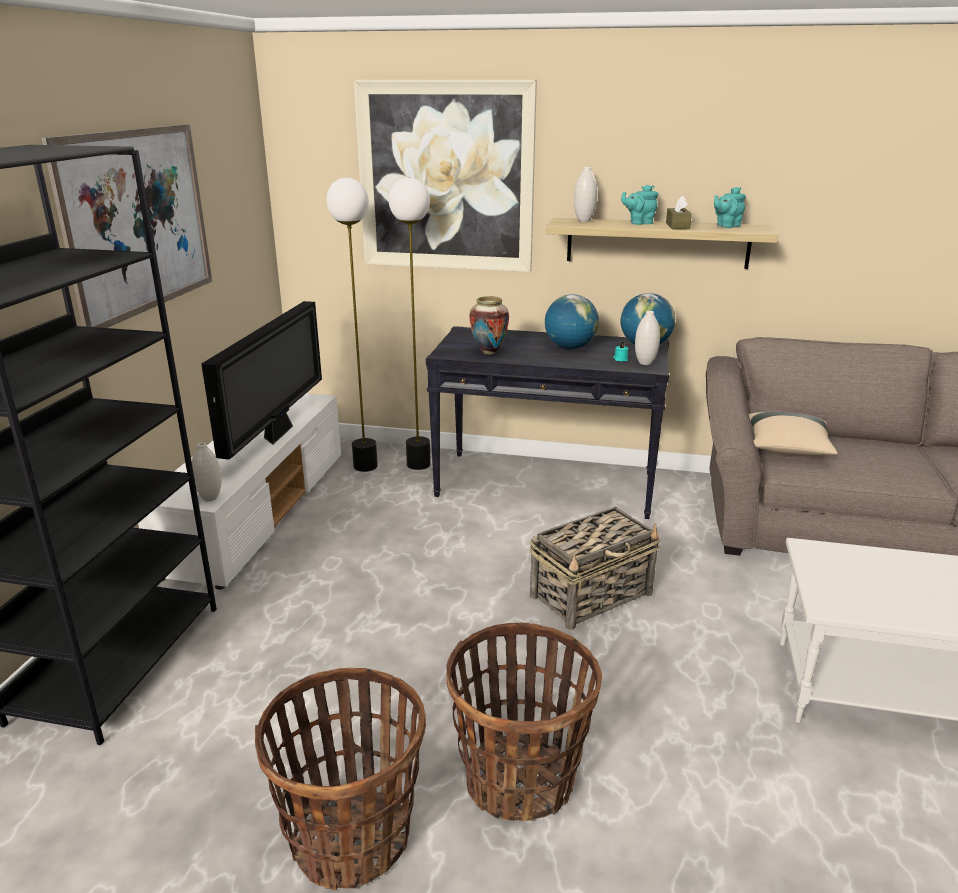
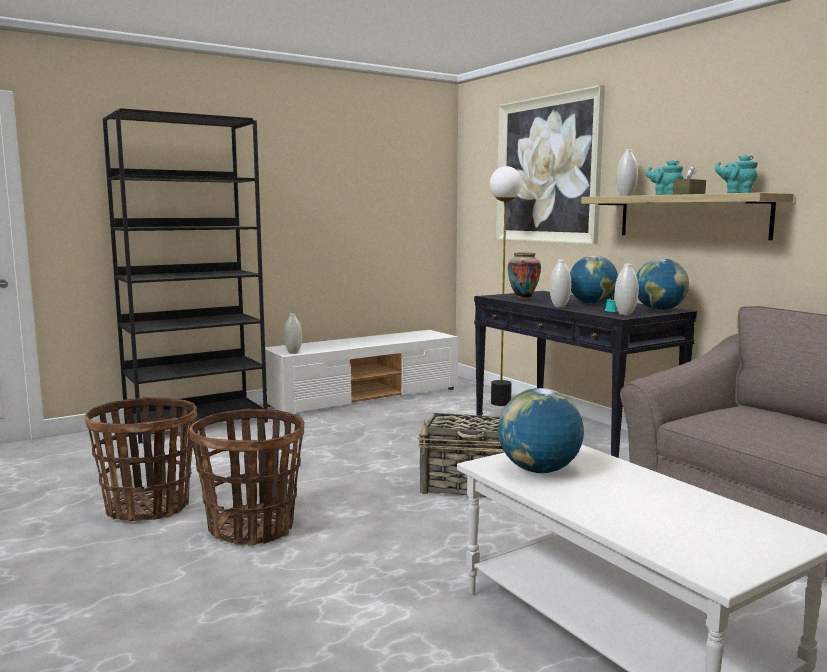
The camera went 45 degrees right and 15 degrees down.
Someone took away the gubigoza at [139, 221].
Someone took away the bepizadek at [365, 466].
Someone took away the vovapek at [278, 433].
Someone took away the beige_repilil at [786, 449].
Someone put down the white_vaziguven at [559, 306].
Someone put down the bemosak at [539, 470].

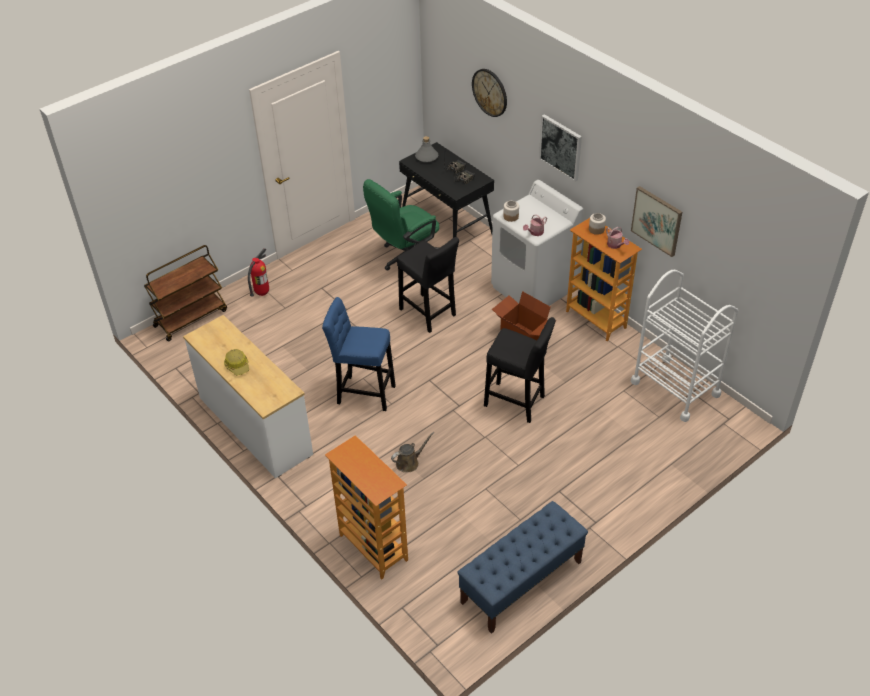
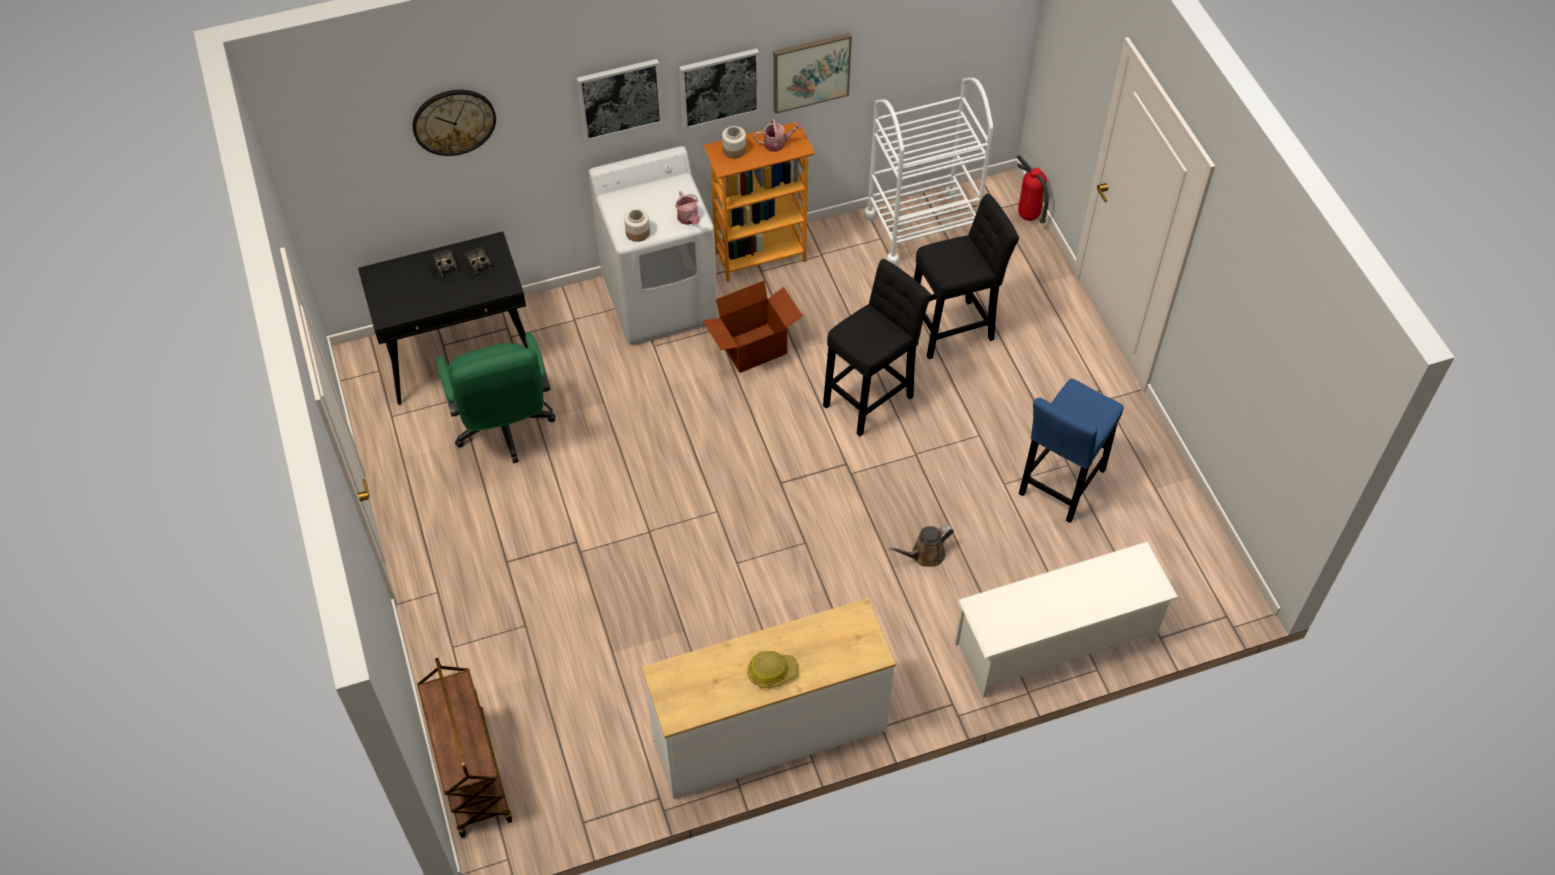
The camera went 70 degrees left and 10 degrees up.
Someone took away the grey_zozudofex at [426, 157].
Someone carried the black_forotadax from [429, 314] to [955, 329].
Someone carried the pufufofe from [262, 293] to [1027, 217].
Someone carried the blue_forotadax from [363, 393] to [1060, 486].
Someone rotated the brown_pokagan at [409, 462] by 105 degrees counterclockwise.
Someone swapped the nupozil at [372, 548] for the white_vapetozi at [1055, 642].
Someone took away the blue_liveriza at [521, 582].
Someone put up the gubigoza at [719, 87].

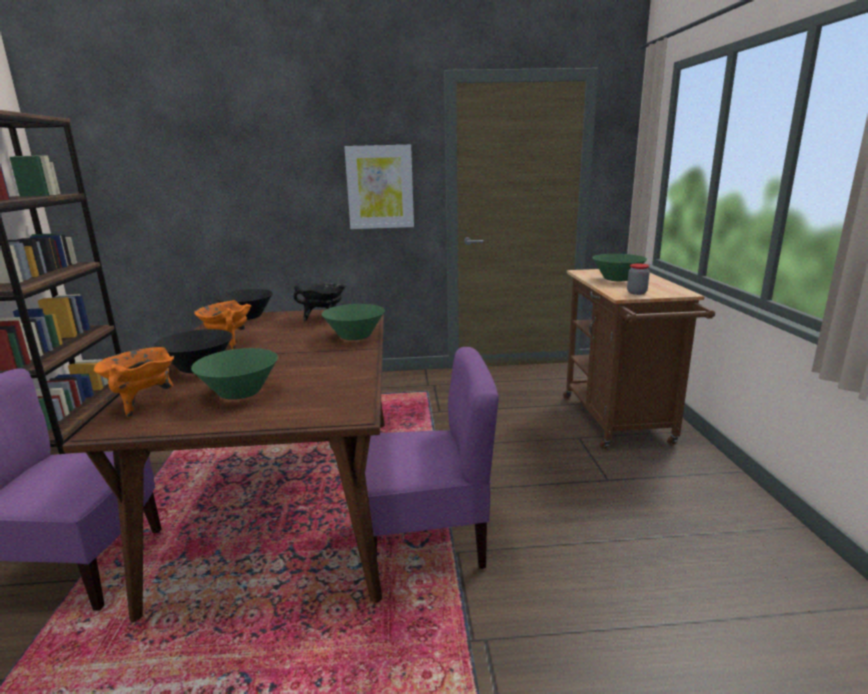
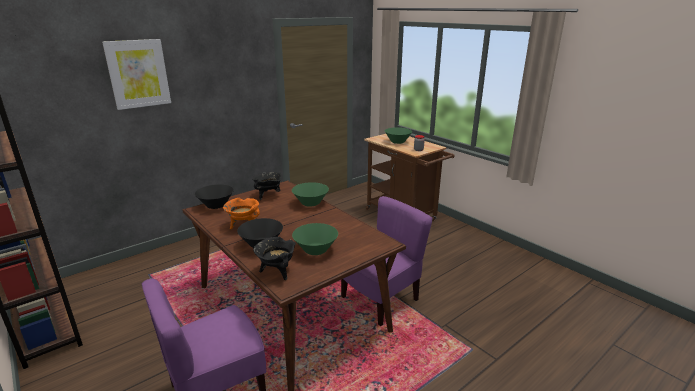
The camera went 35 degrees left and 5 degrees up.
Someone carried the gubigoza from [380, 187] to [138, 74].
Someone repainted the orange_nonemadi at [143, 404], which became the black_nonemadi at [277, 271].

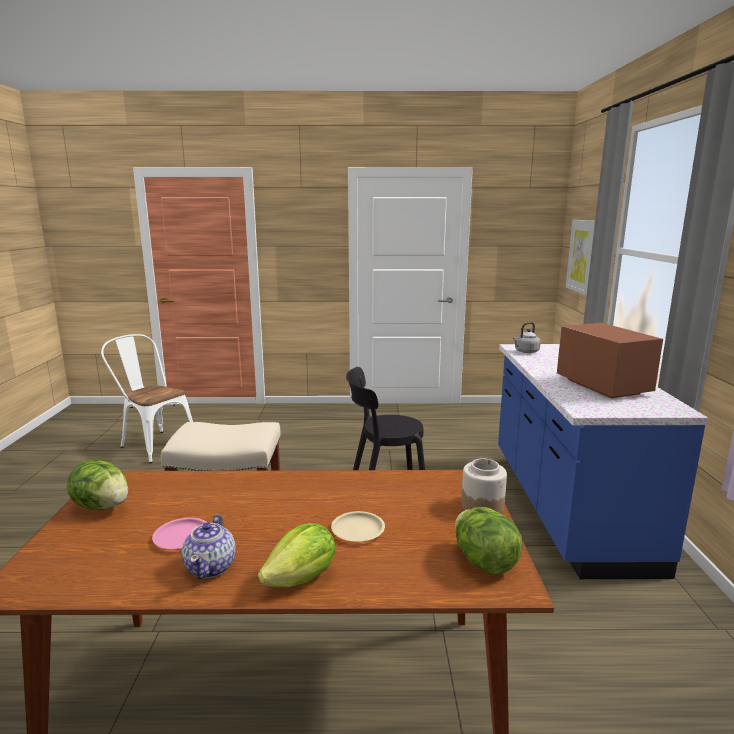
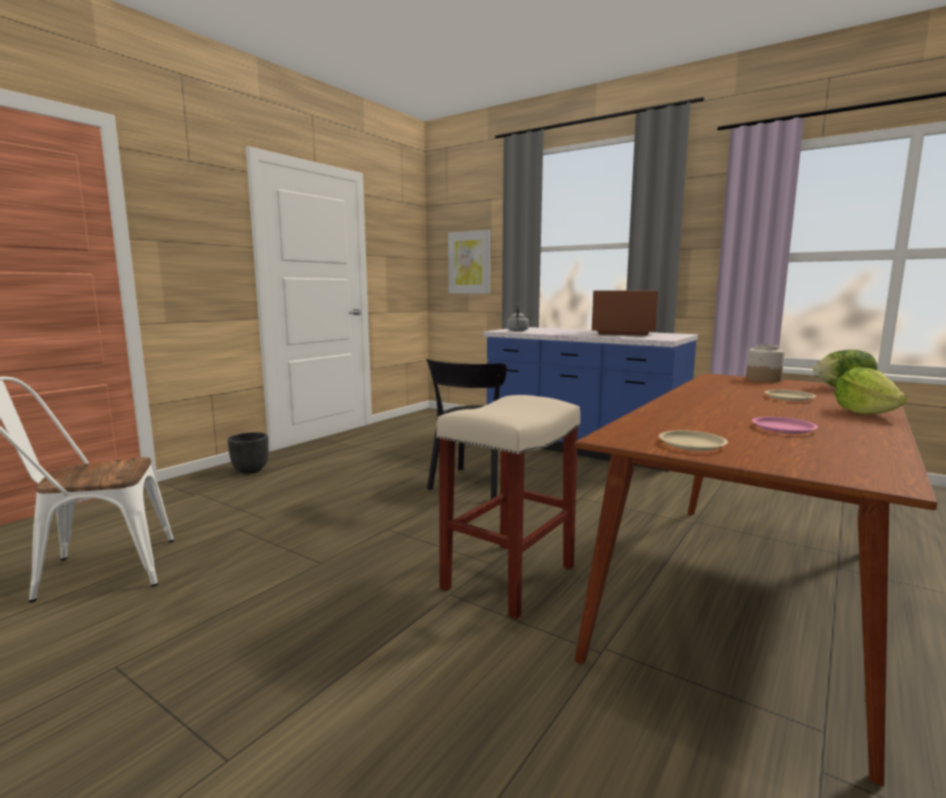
The camera went 55 degrees left and 5 degrees down.
Someone swapped the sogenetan at [102, 506] for the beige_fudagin at [691, 444].
Someone took away the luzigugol at [211, 567].
Someone put down the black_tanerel at [251, 470].

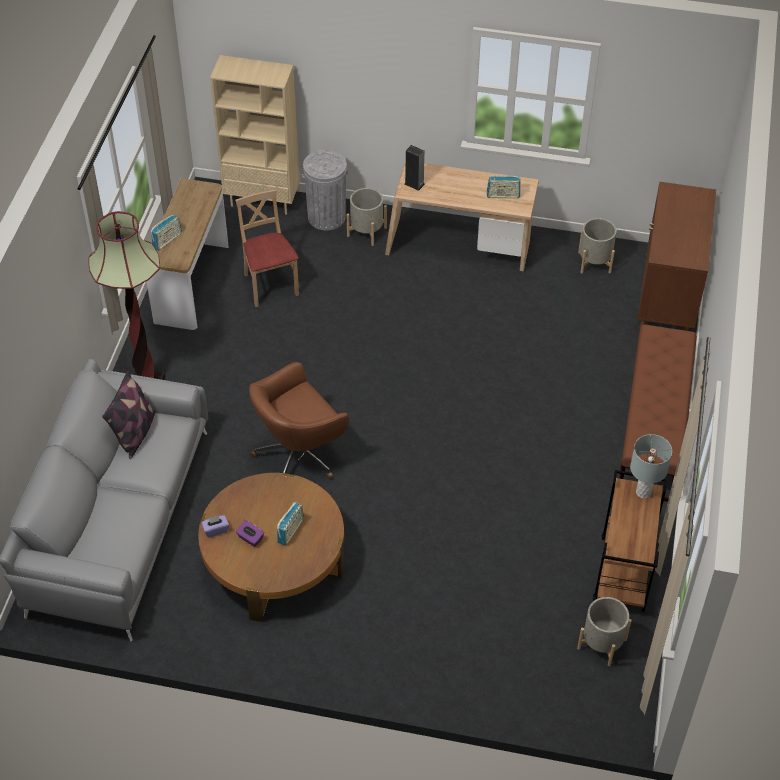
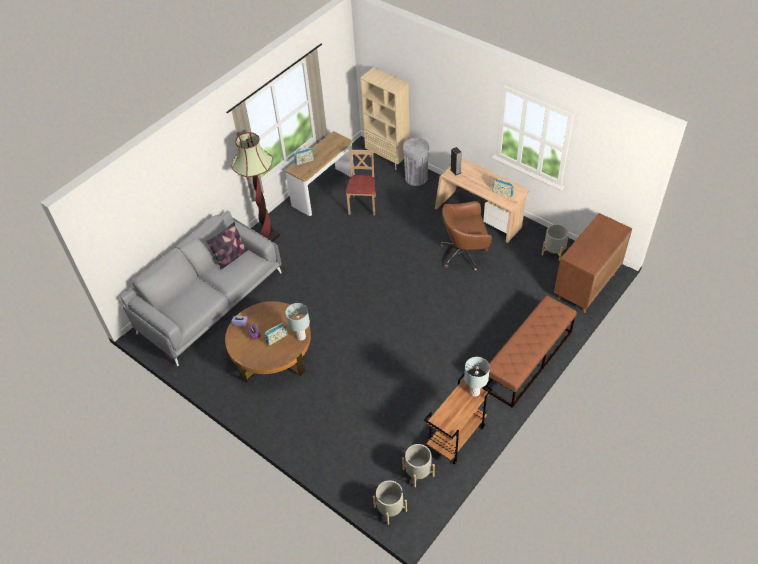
The camera went 30 degrees right and 0 degrees up.
Someone carried the grey_tanerel from [366, 232] to [390, 509].
Someone carried the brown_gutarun from [299, 455] to [464, 254].
Someone put down the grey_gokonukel at [301, 337].

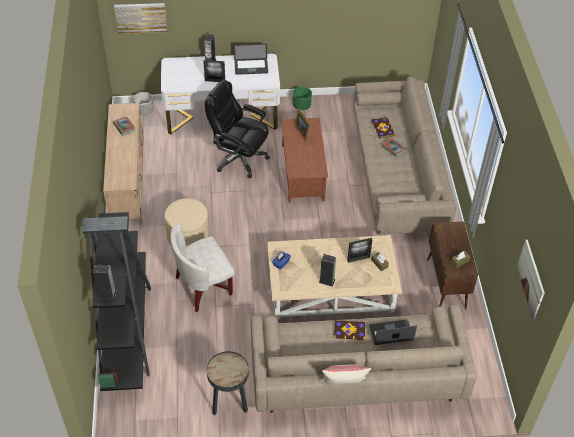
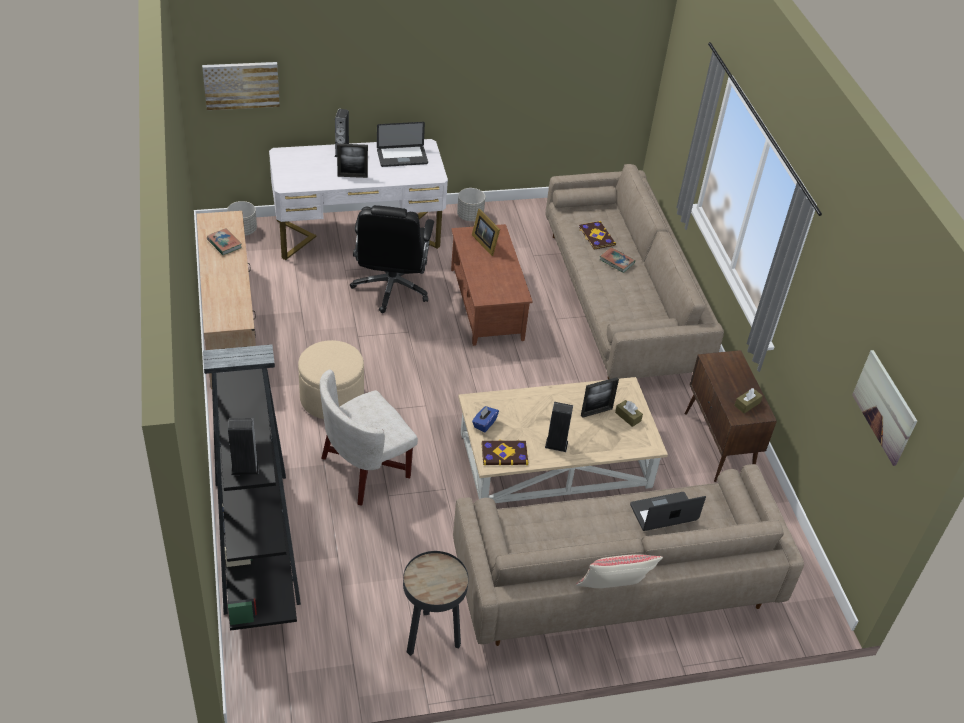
The camera went 10 degrees left and 5 degrees down.
Someone rotated the black_gutarun at [239, 158] by 105 degrees counterclockwise.
Someone repainted the green_tanerel at [302, 106], which became the grey_tanerel at [470, 216].
Someone carried the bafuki from [349, 330] to [504, 453].

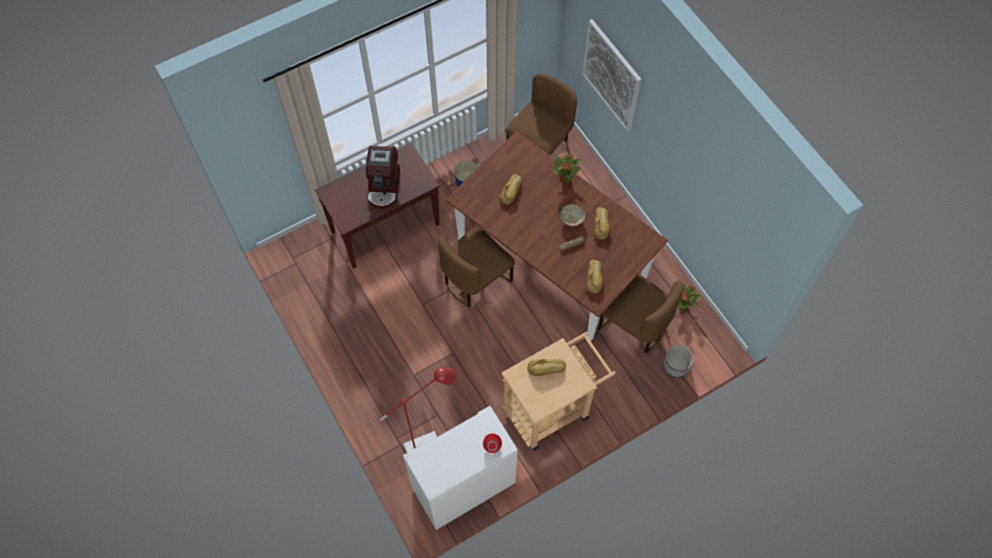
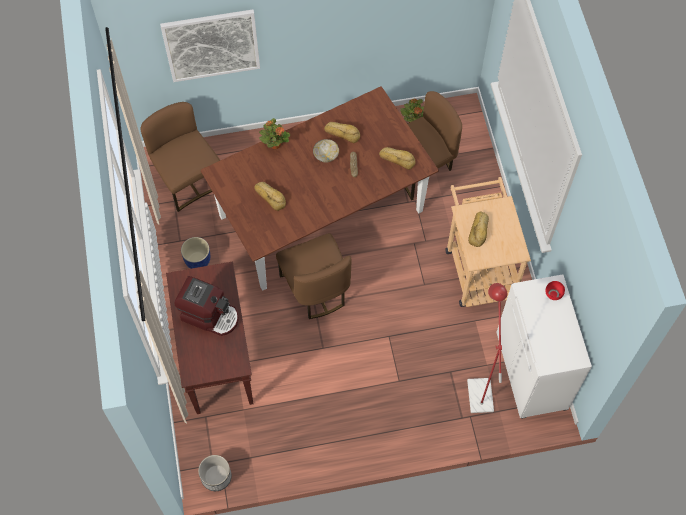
The camera went 70 degrees left and 0 degrees up.
Someone carried the tanerel from [676, 366] to [216, 476].

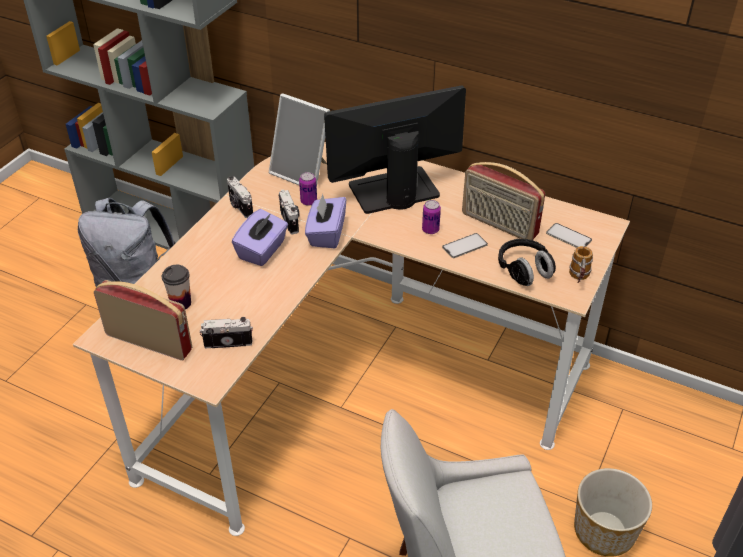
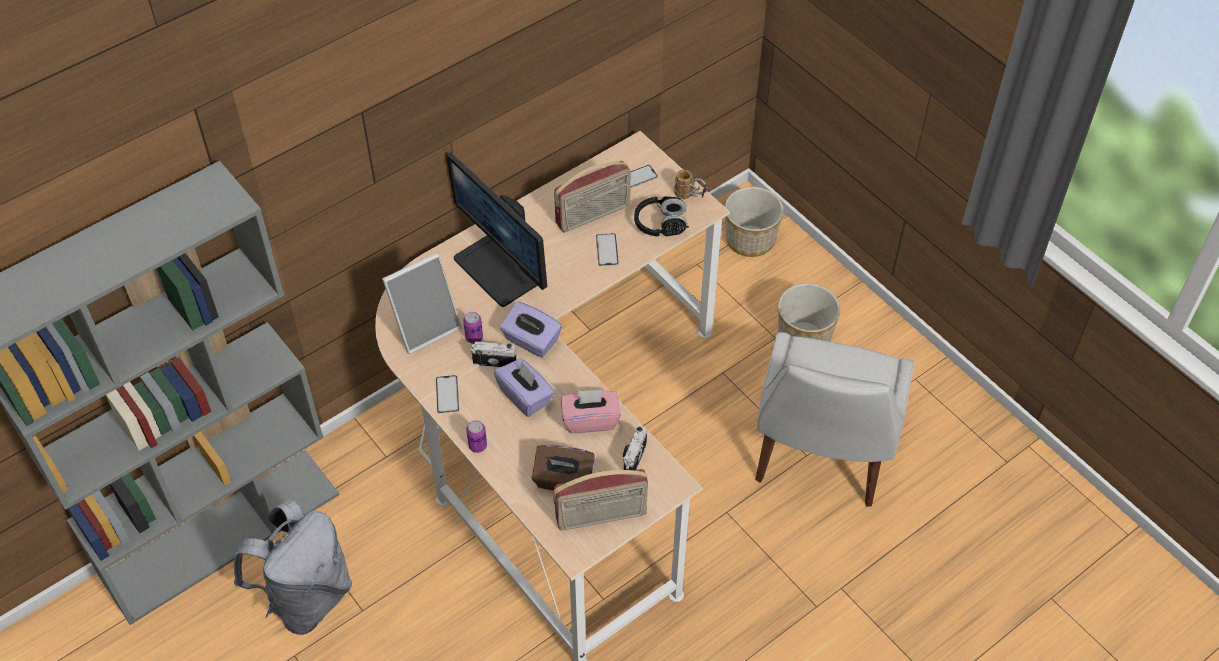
The camera went 65 degrees left and 10 degrees up.
Someone rotated the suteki at [394, 191] by 45 degrees counterclockwise.
Someone swapped the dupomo at [240, 206] for the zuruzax at [447, 394].
Someone carried the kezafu from [430, 230] to [477, 446].
Someone swapped the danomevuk at [181, 303] for the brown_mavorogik at [563, 480].
Someone rotated the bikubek at [149, 341] by 150 degrees counterclockwise.
Someone put down the tanerel at [751, 240].
Someone put down the pink_mavorogik at [590, 420].

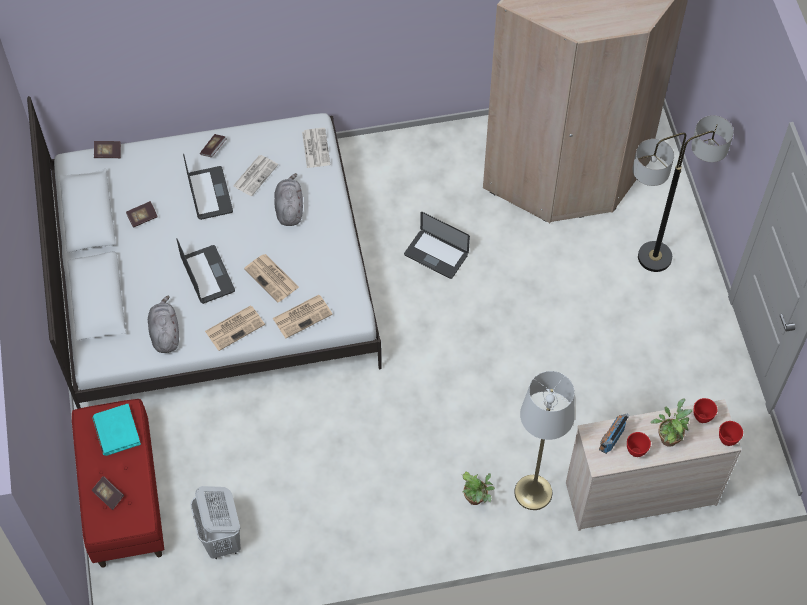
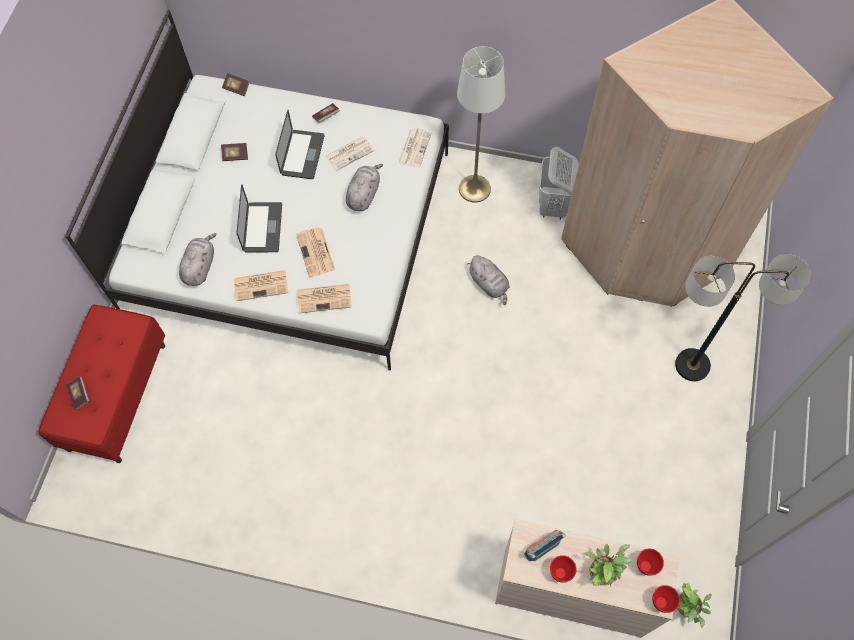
The camera went 25 degrees right and 5 degrees up.
Someone swapped the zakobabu at [436, 255] for the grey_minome at [489, 284].
Someone carried the white_bepizadek from [533, 492] to [474, 188].
Someone took away the turquoise_bafuki at [116, 431].
Someone carried the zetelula from [476, 499] to [686, 608].
Someone carried the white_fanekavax from [222, 540] to [553, 206].

